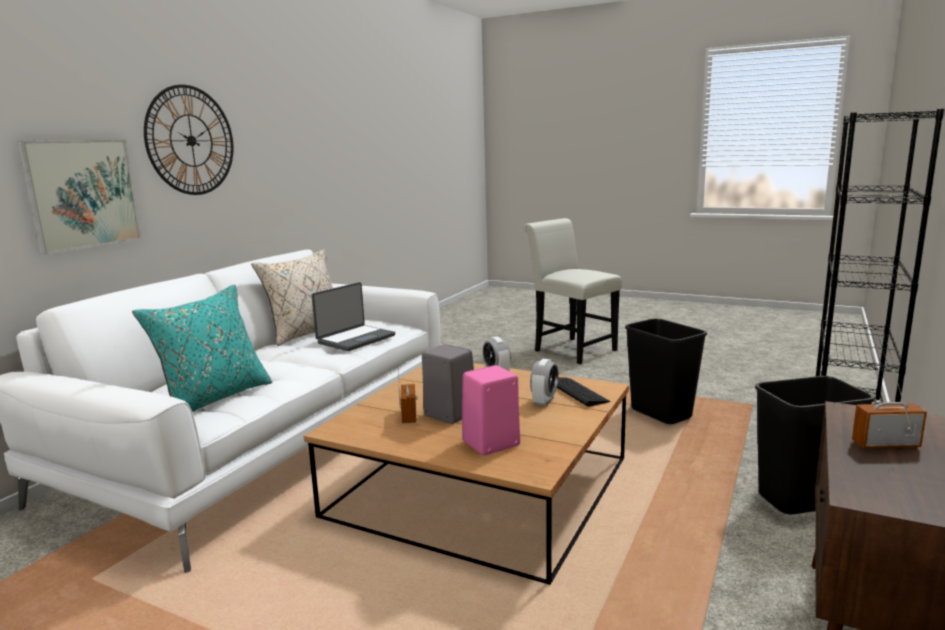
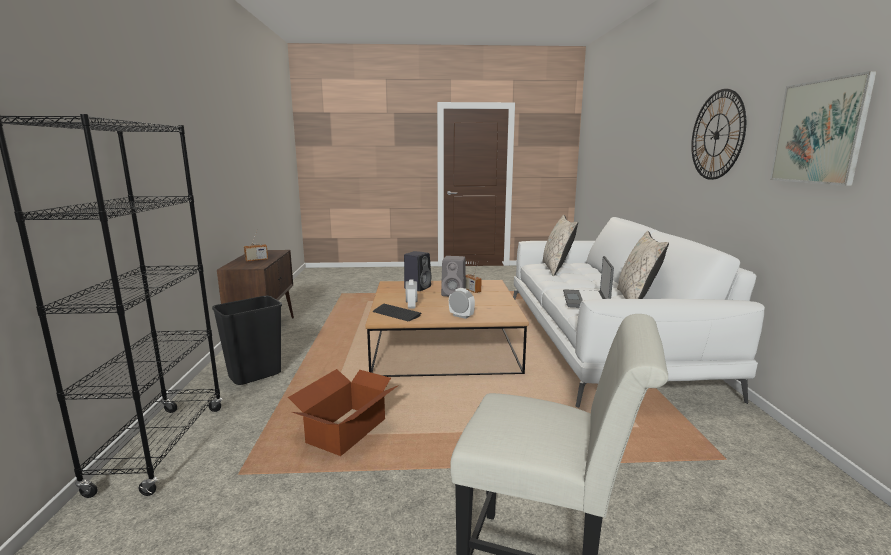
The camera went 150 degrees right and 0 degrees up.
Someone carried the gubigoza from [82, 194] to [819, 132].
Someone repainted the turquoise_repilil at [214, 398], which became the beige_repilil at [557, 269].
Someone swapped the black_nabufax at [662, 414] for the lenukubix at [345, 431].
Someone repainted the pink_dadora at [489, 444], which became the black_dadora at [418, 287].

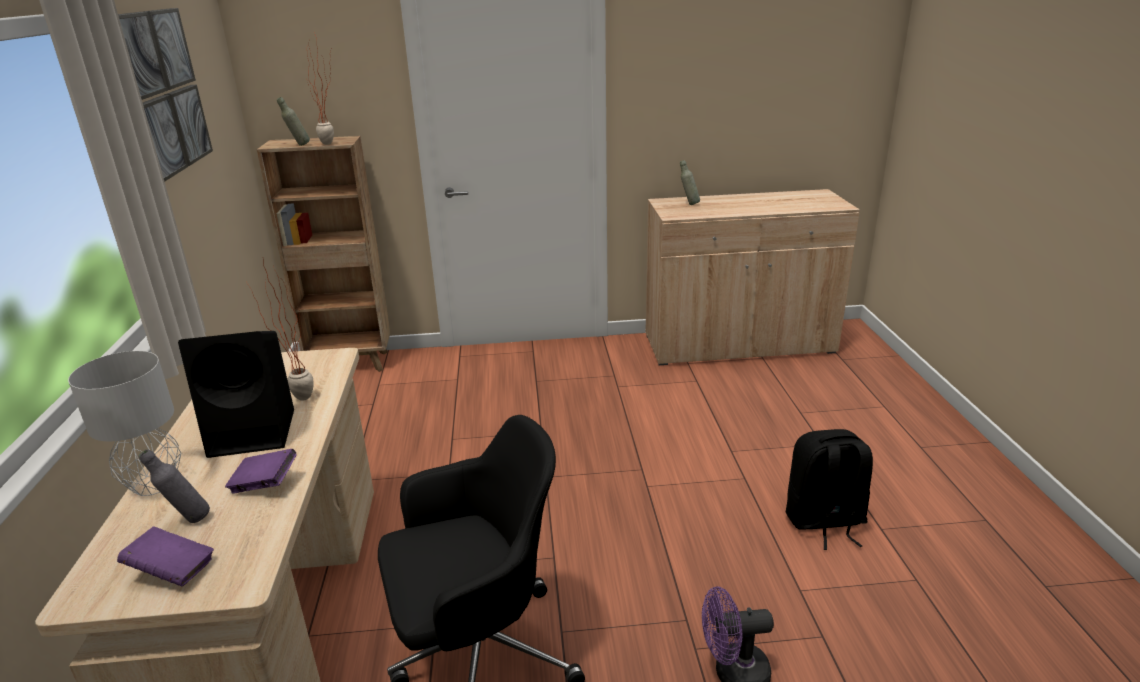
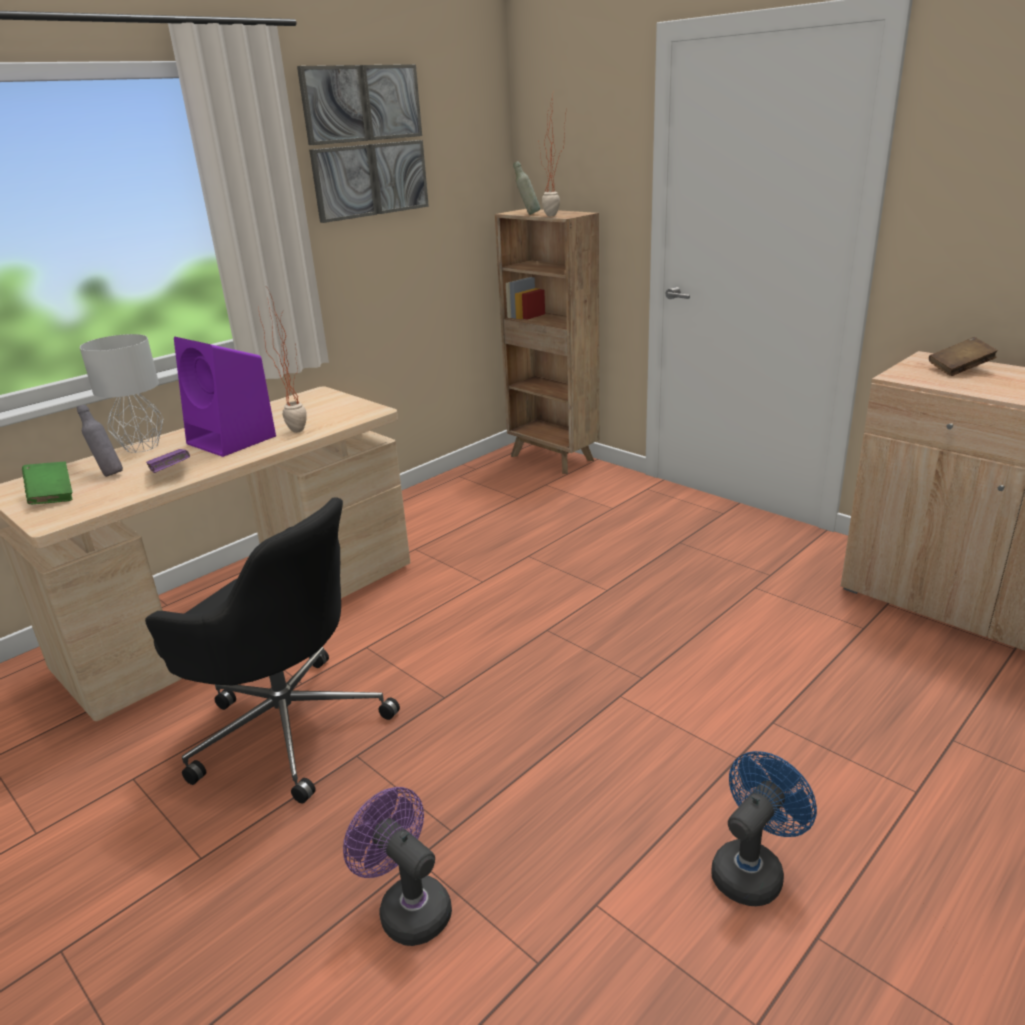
The camera went 50 degrees right and 0 degrees up.
Someone swapped the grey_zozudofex at [688, 204] for the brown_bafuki at [960, 369].
Someone repainted the black_dadora at [255, 432], which became the purple_dadora at [233, 440].
Someone swapped the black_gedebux at [824, 522] for the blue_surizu at [752, 869].
Someone repainted the purple_bafuki at [172, 570], which became the green_bafuki at [52, 496].

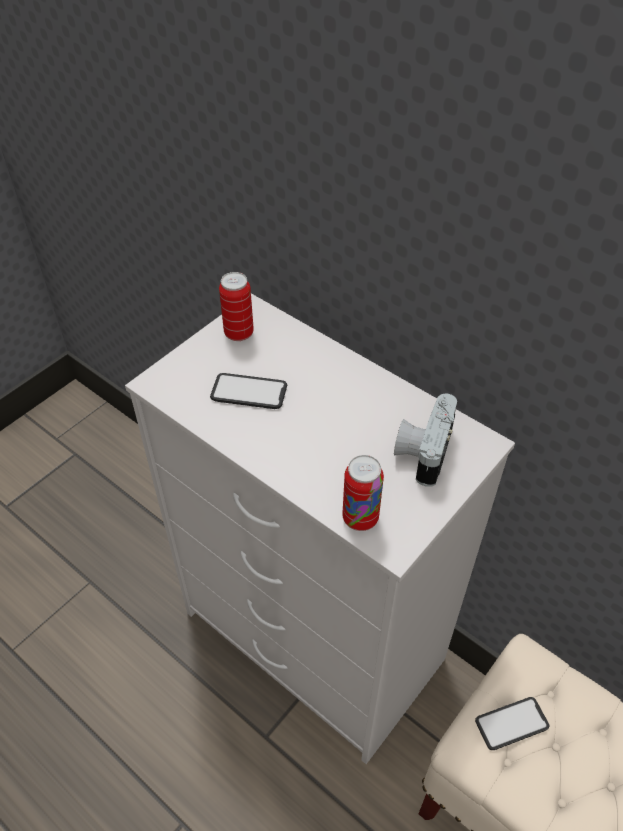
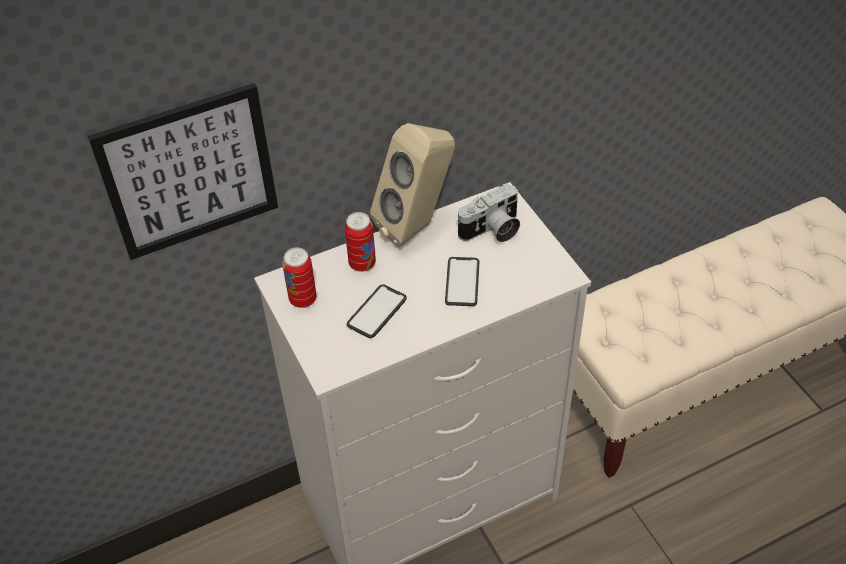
The camera went 65 degrees left and 0 degrees up.
Someone rotated the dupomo at [422, 450] by 75 degrees counterclockwise.
Someone carried the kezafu from [360, 518] to [362, 263].
Someone carried the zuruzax from [511, 723] to [462, 282].
Someone put up the gubigoza at [189, 172].
Someone put down the beige_dadora at [417, 226].

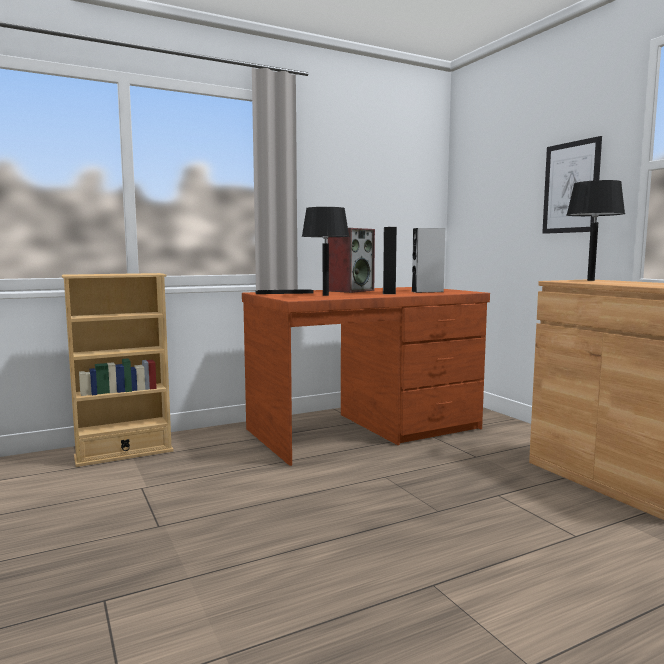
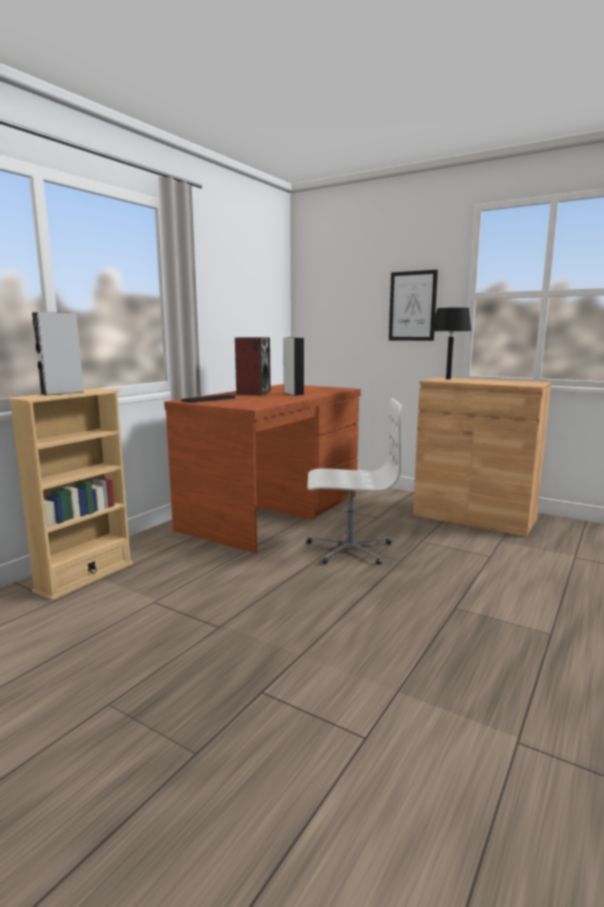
The camera went 30 degrees left and 5 degrees up.
Someone took away the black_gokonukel at [325, 295].
Someone carried the grey_dadora from [427, 292] to [62, 393].
Someone put down the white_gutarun at [349, 548].

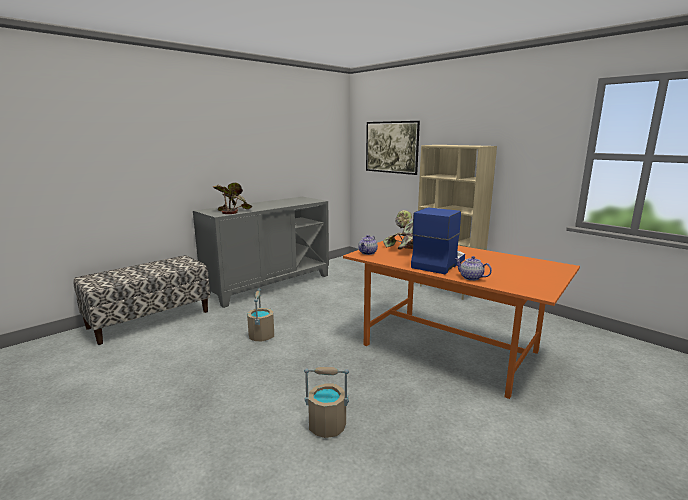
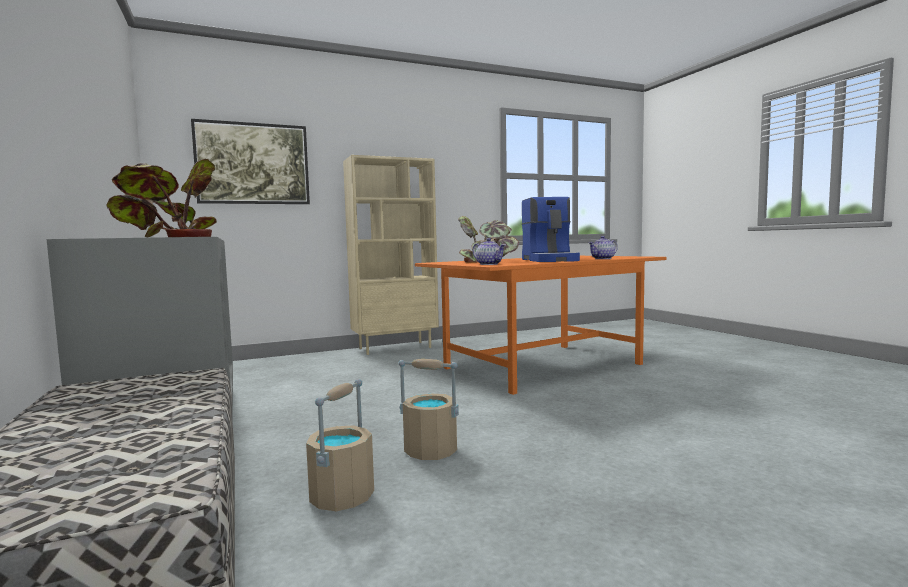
The camera went 70 degrees left and 10 degrees down.
Someone rotated the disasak at [438, 263] by 150 degrees counterclockwise.
Someone carried the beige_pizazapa from [327, 426] to [341, 497].

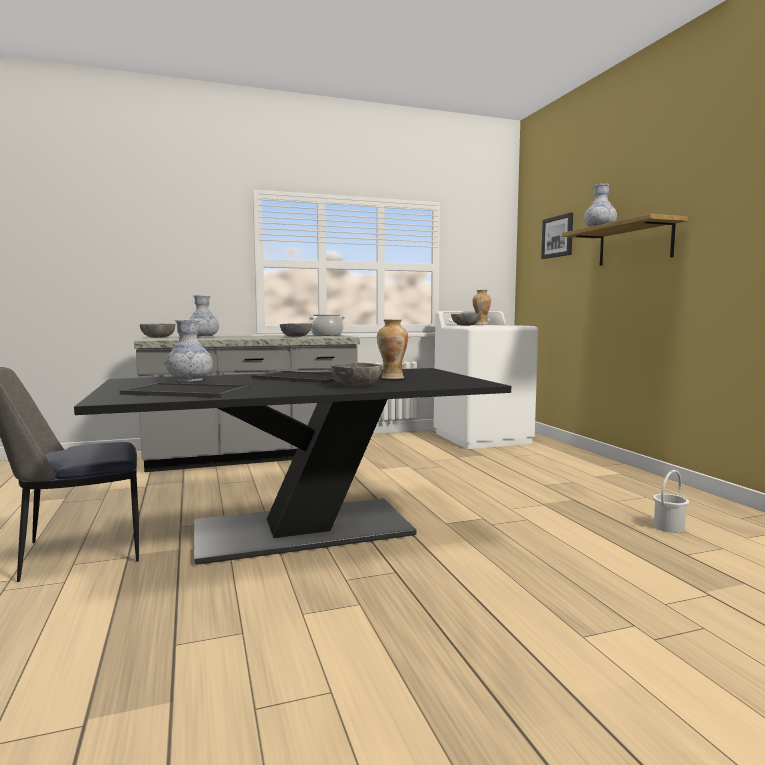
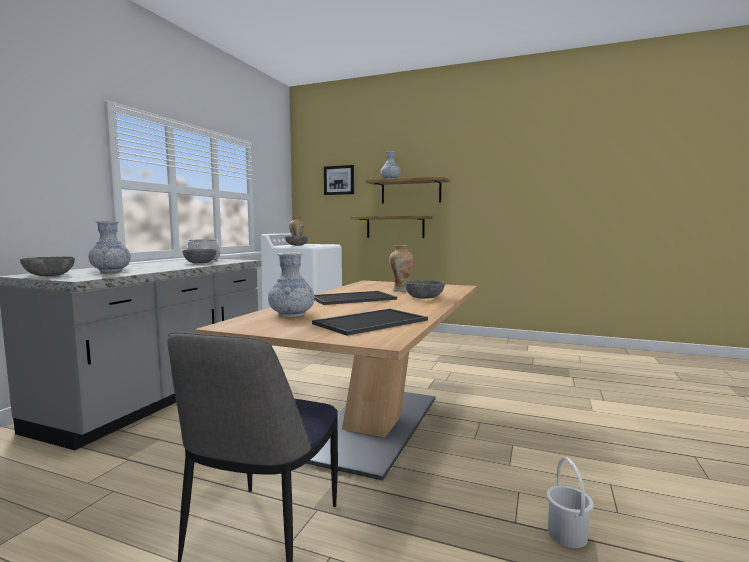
The camera went 50 degrees left and 0 degrees up.
Someone repainted the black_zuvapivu at [302, 530], which became the beige_zuvapivu at [373, 426].
Someone carried the white_pizazapa from [669, 527] to [567, 534].
Someone put up the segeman at [395, 227].

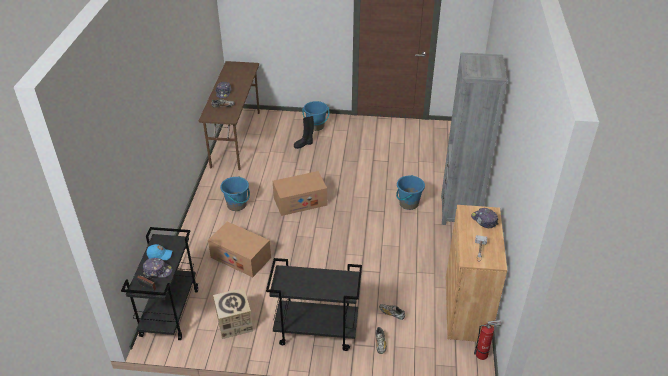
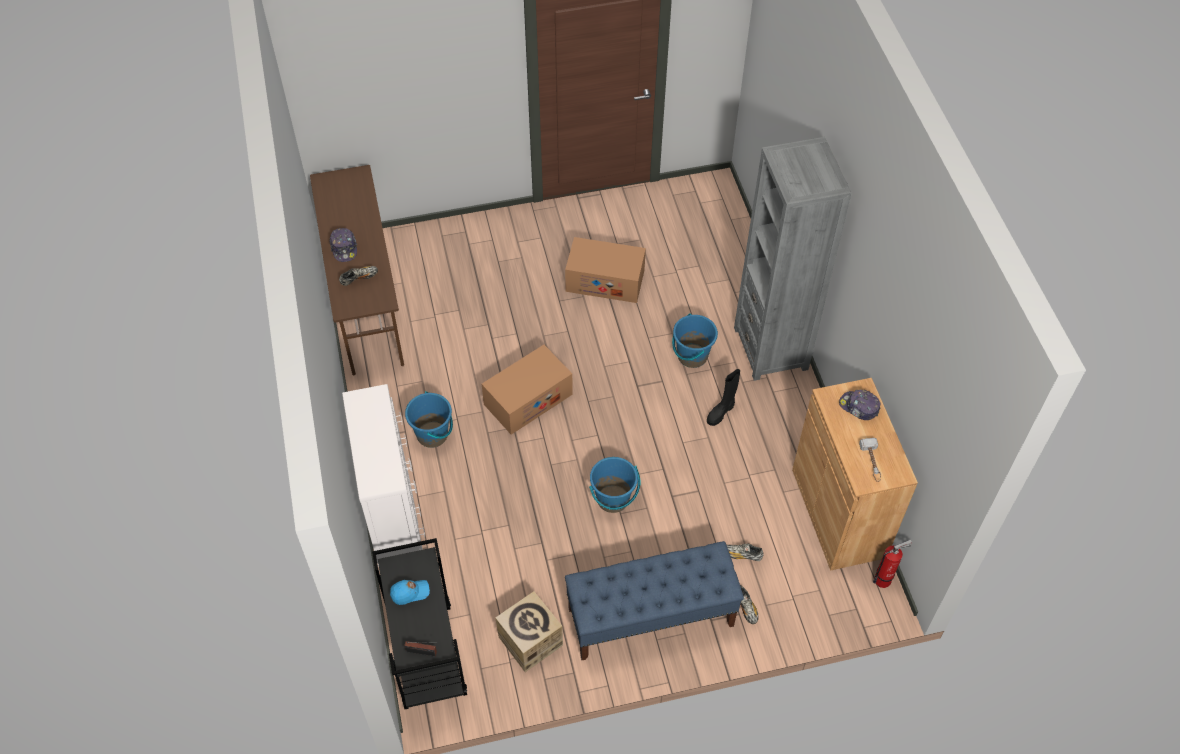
The camera went 20 degrees left and 15 degrees up.
Someone carried the blue_pizazapa from [316, 126] to [613, 499].
Someone carried the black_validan from [304, 144] to [721, 412].
Someone carried the lenukubix from [240, 257] to [605, 280].
Someone took away the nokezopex at [157, 271].
Someone swapped the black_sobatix at [315, 331] for the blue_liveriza at [650, 617].
Someone put down the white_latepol at [398, 535].

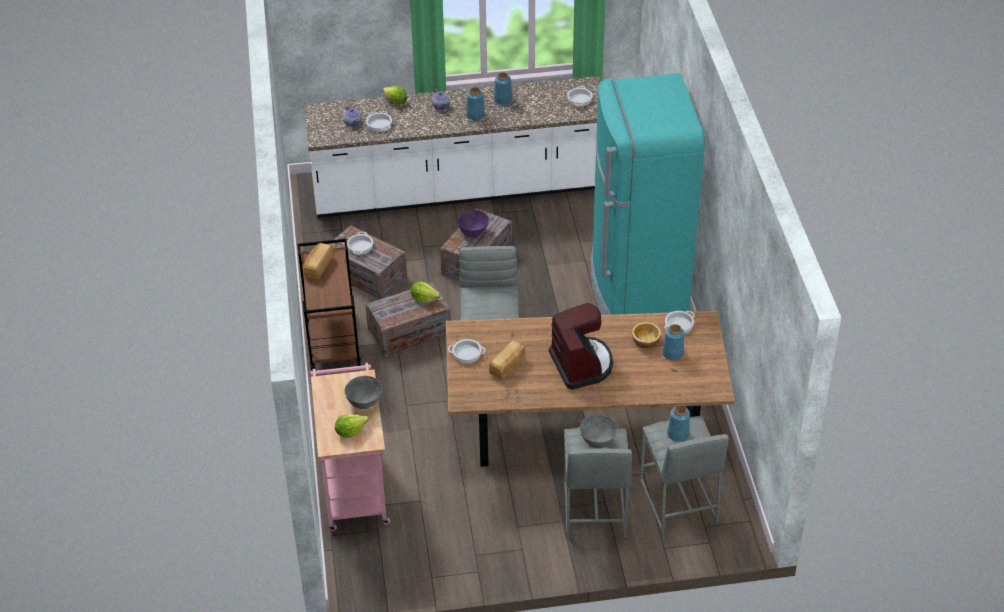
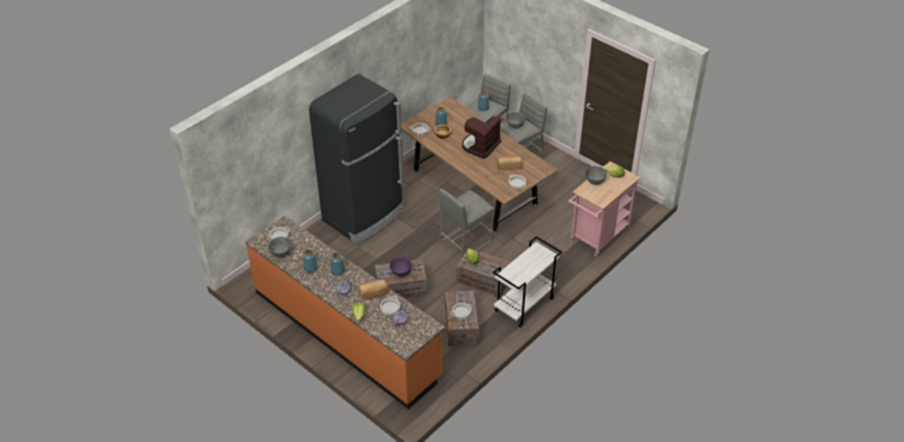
The camera went 130 degrees left and 0 degrees up.
Someone repainted the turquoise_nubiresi at [636, 291], which became the black_nubiresi at [364, 216].
Someone repainted the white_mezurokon at [459, 190], which became the orange_mezurokon at [346, 333].
Someone repainted the brown_sobatix at [332, 342], which became the white_sobatix at [524, 305].
Someone carried the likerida from [318, 267] to [374, 294].
Someone put down the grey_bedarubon at [280, 254].

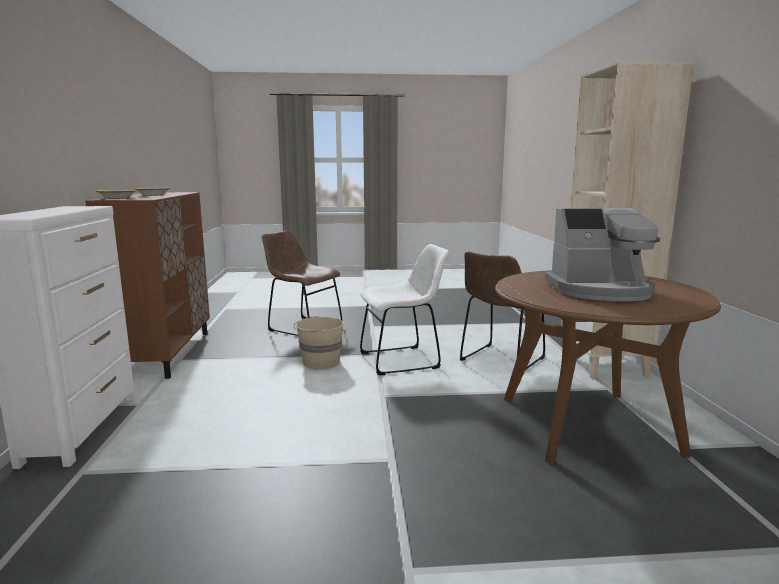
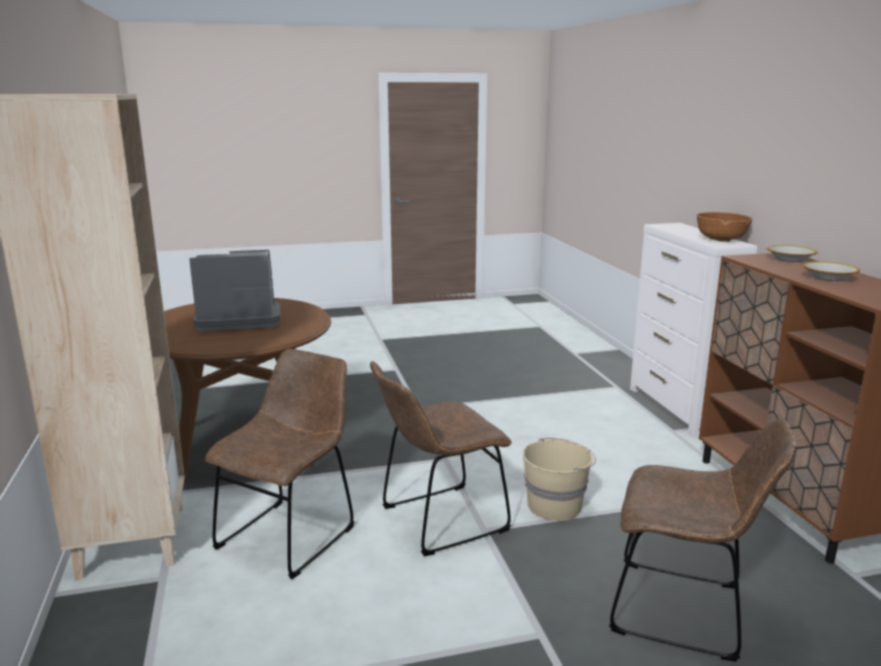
The camera went 170 degrees right and 5 degrees up.
Someone repainted the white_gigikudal at [403, 360], which became the brown_gigikudal at [438, 521].
Someone put down the brown_bedarubon at [721, 240].

